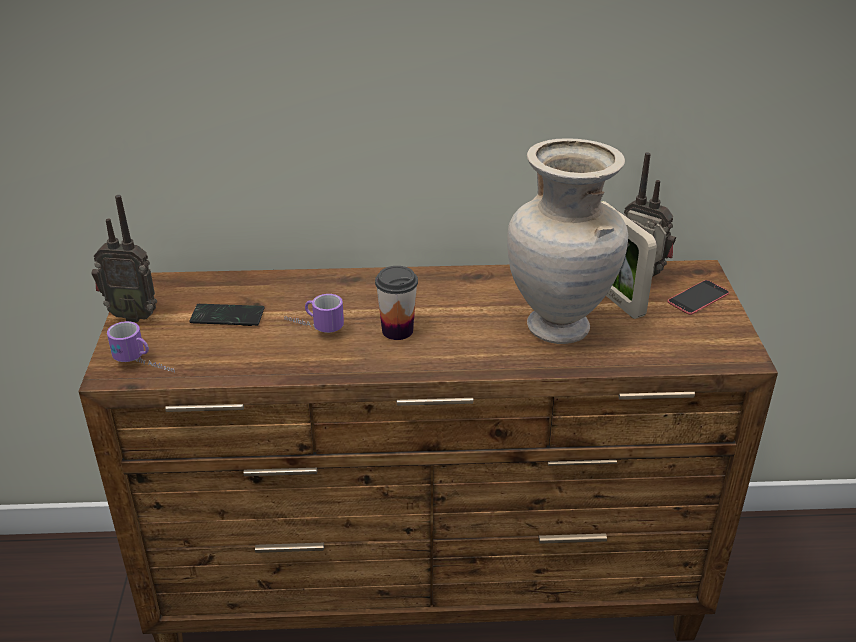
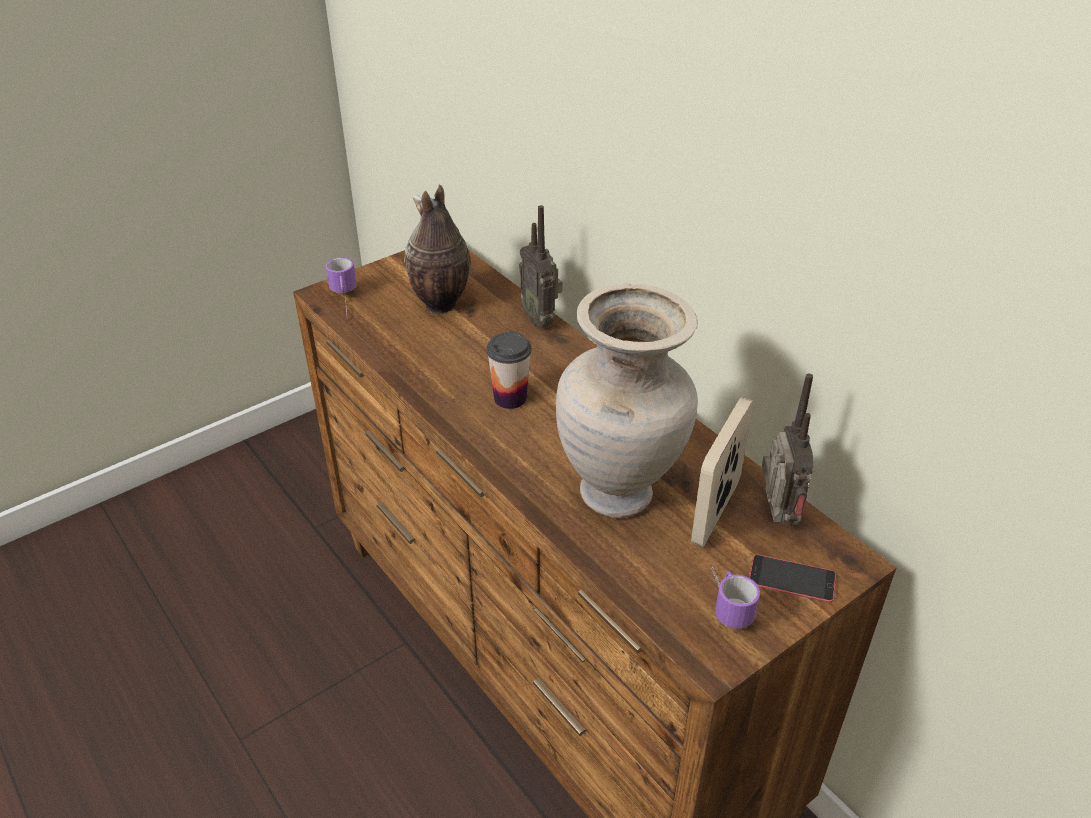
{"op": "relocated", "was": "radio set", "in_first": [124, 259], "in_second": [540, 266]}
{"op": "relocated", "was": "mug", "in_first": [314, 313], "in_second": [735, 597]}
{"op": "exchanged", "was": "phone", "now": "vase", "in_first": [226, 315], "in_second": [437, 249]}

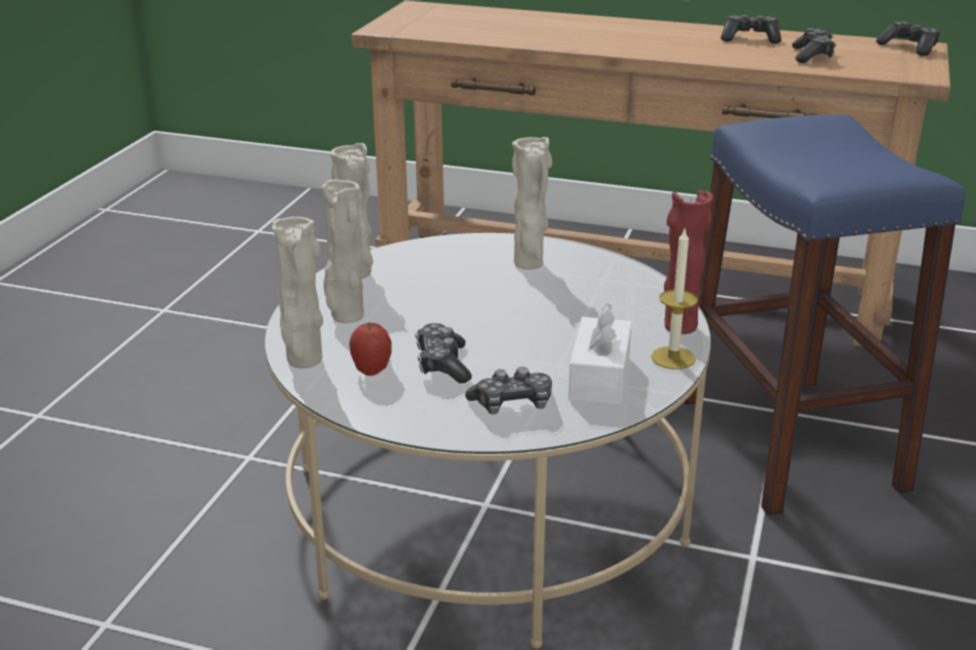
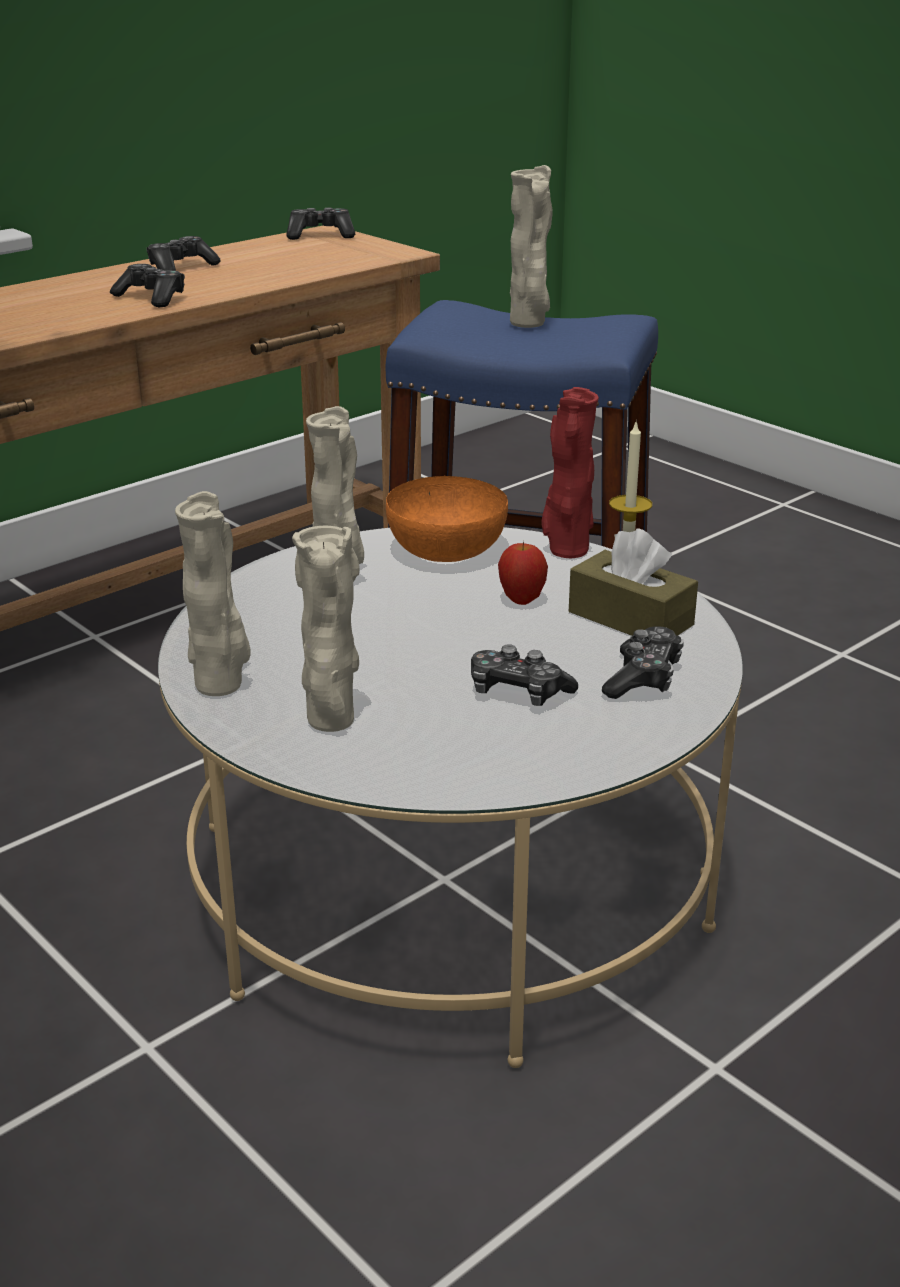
{"op": "relocated", "was": "gamepad", "in_first": [814, 45], "in_second": [147, 285]}
{"op": "relocated", "was": "beige vase", "in_first": [297, 293], "in_second": [531, 246]}
{"op": "colour", "was": "white-coloured tissue box", "now": "brownish tissue box", "in_first": [600, 354], "in_second": [633, 582]}
{"op": "relocated", "was": "apple fruit", "in_first": [370, 349], "in_second": [523, 573]}
{"op": "appeared", "now": "orange-coloured bowl", "in_second": [447, 519]}

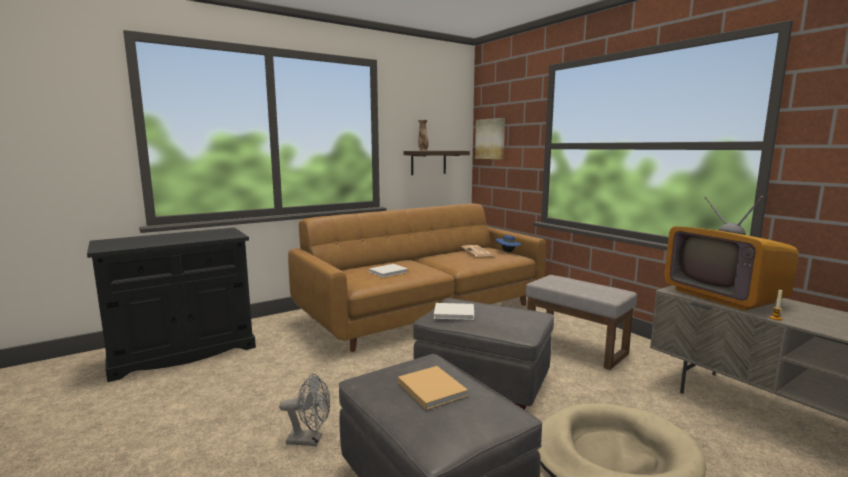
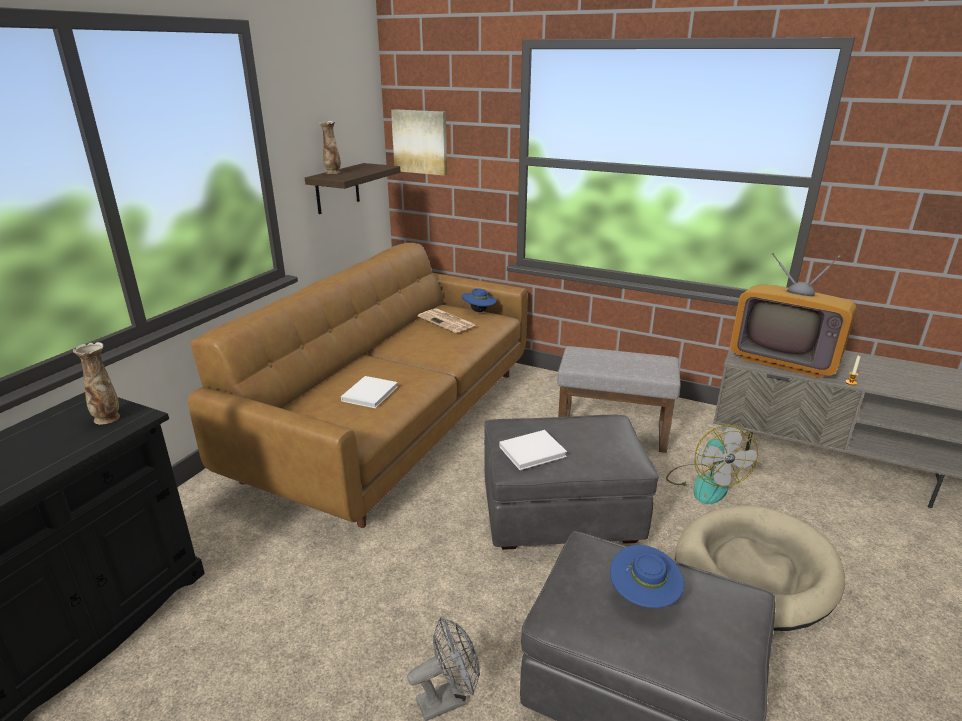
{"op": "exchanged", "was": "beige bound book", "now": "bluish hat", "in_first": [433, 388], "in_second": [647, 576]}
{"op": "appeared", "now": "vase", "in_second": [96, 383]}
{"op": "appeared", "now": "fan", "in_second": [712, 464]}

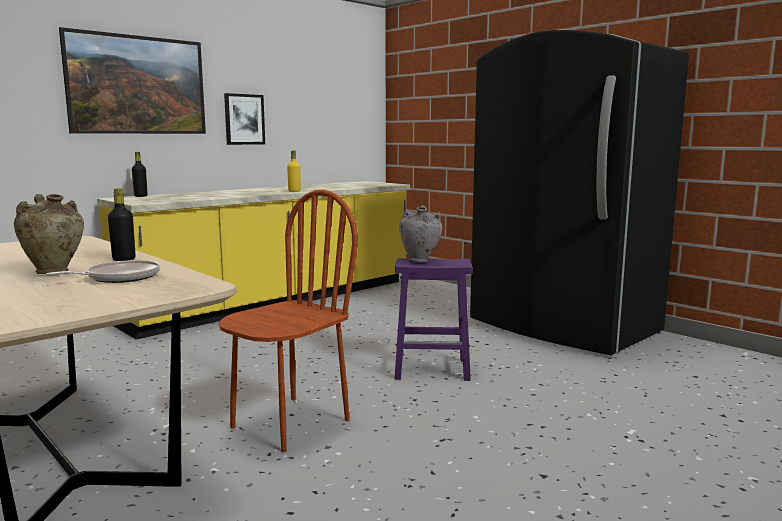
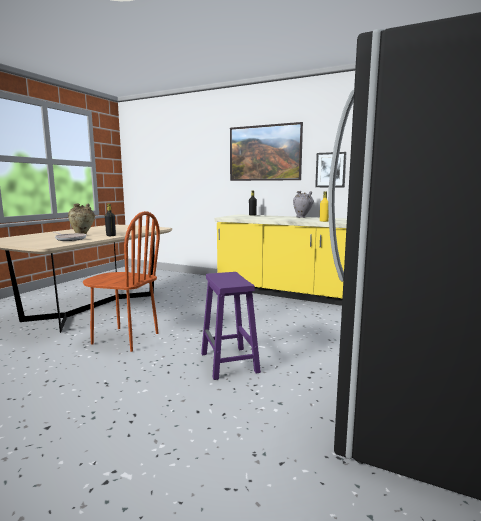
{"op": "relocated", "was": "gray vase", "in_first": [420, 233], "in_second": [303, 204]}

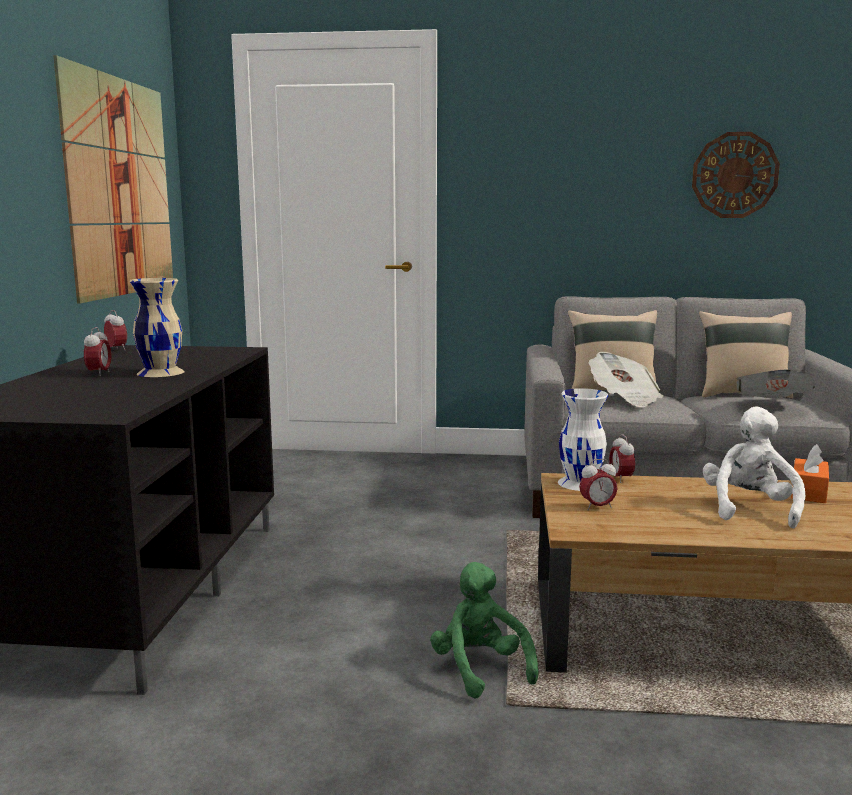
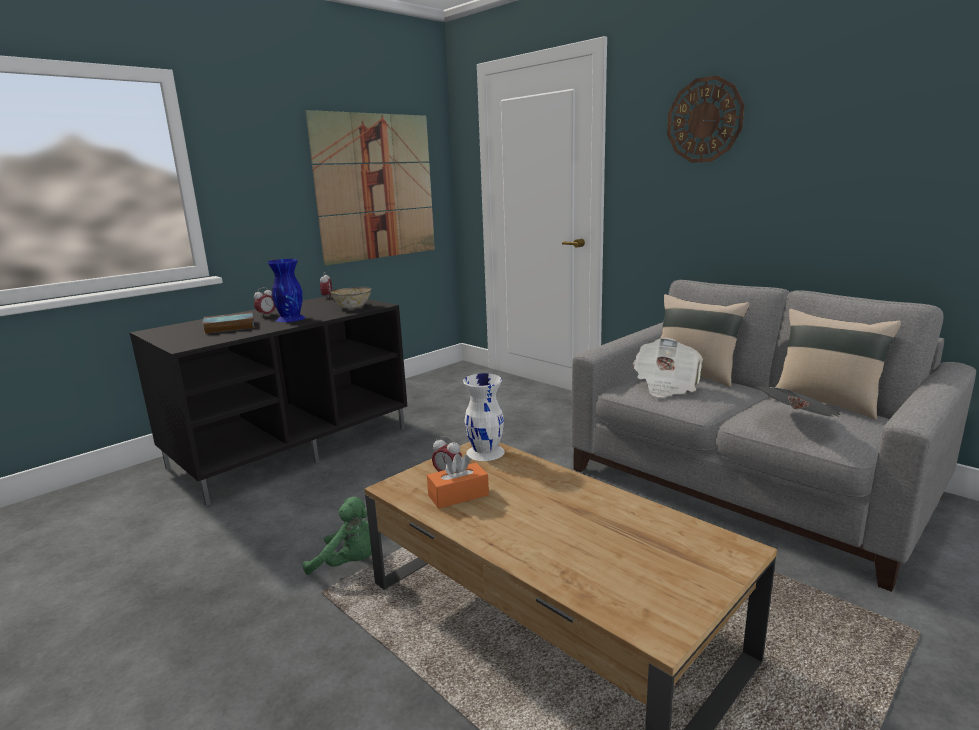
{"op": "relocated", "was": "clock on the wall", "in_first": [736, 175], "in_second": [706, 119]}
{"op": "colour", "was": "beige vase", "now": "bluish vase", "in_first": [157, 327], "in_second": [286, 290]}
{"op": "missing", "was": "white-coloured cuddly toy", "in_first": [754, 468]}
{"op": "missing", "was": "table clock", "in_first": [622, 458]}
{"op": "relocated", "was": "orange-coloured tissue box", "in_first": [810, 473], "in_second": [458, 481]}
{"op": "spun", "was": "green cuddly toy", "in_first": [484, 630], "in_second": [337, 536], "clockwise": 90}
{"op": "appeared", "now": "bowl", "in_second": [351, 297]}
{"op": "appeared", "now": "bound book", "in_second": [228, 323]}

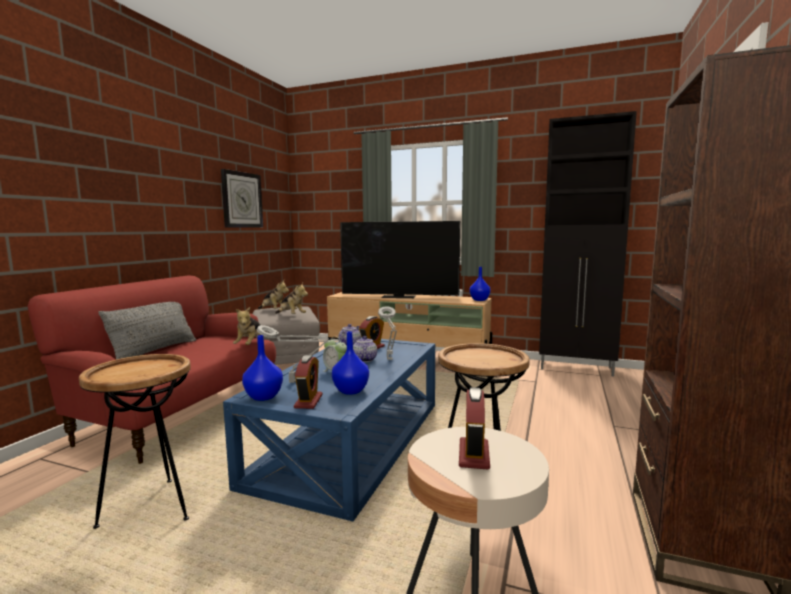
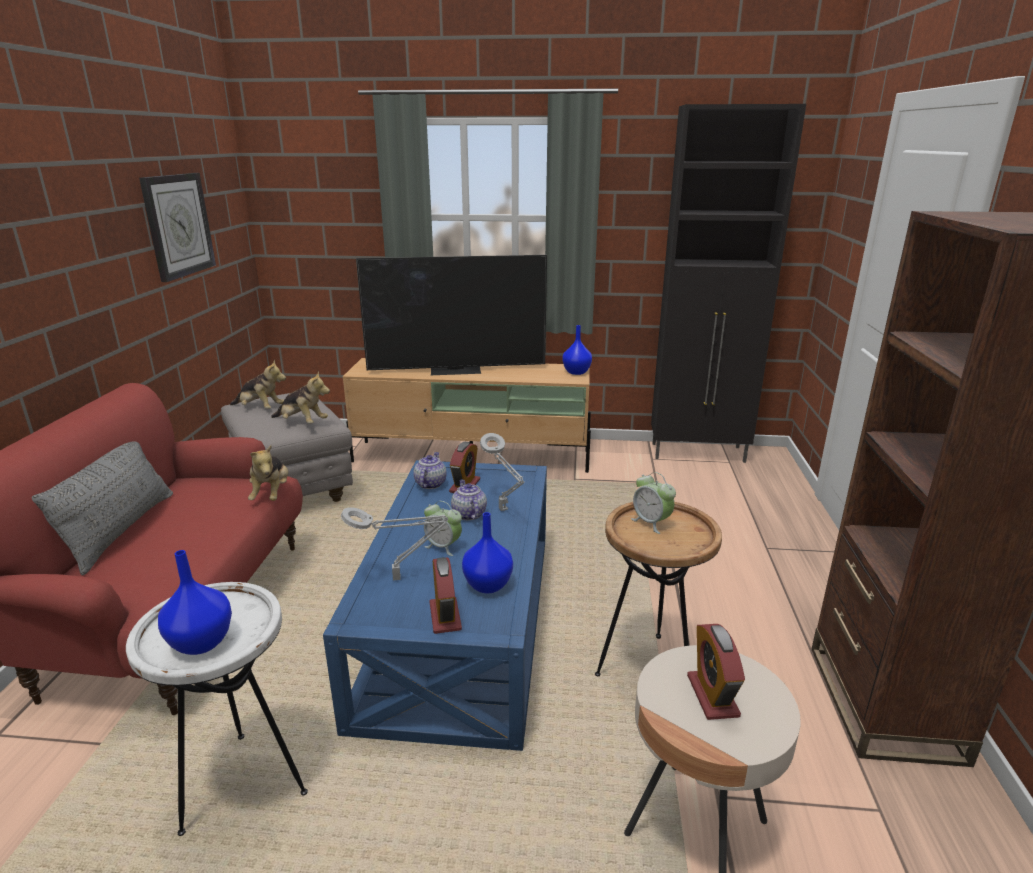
{"op": "relocated", "was": "bluish vase", "in_first": [262, 368], "in_second": [195, 602]}
{"op": "colour", "was": "brownish side table", "now": "white-coloured side table", "in_first": [135, 441], "in_second": [217, 709]}
{"op": "appeared", "now": "table clock", "in_second": [653, 503]}

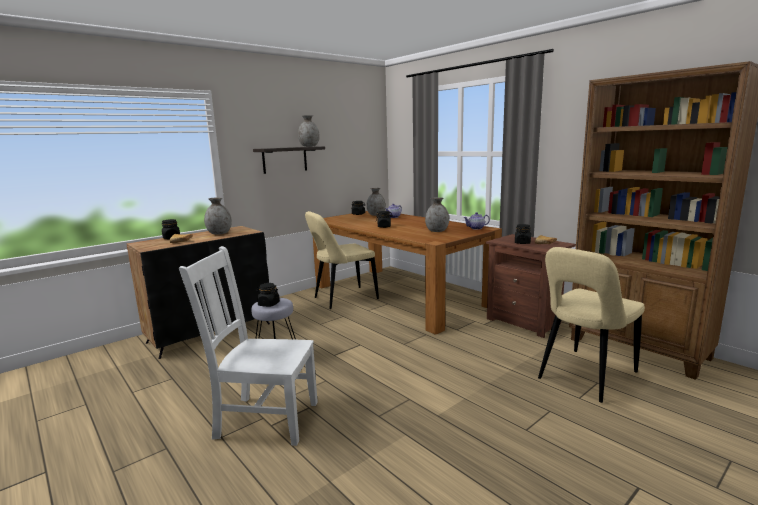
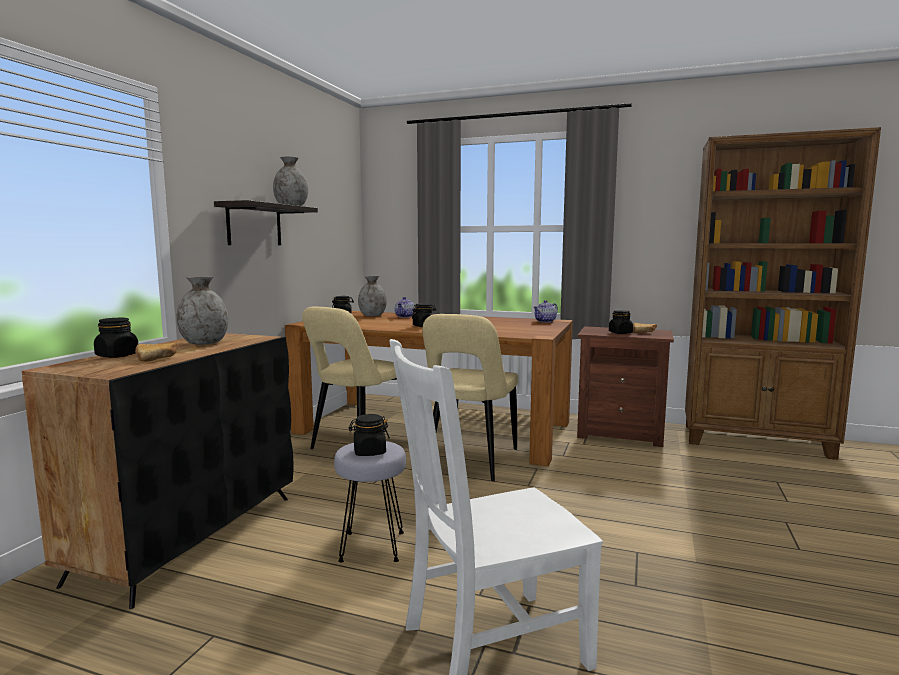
{"op": "missing", "was": "gray vase", "in_first": [437, 214]}
{"op": "relocated", "was": "beige plain chair", "in_first": [591, 325], "in_second": [470, 397]}

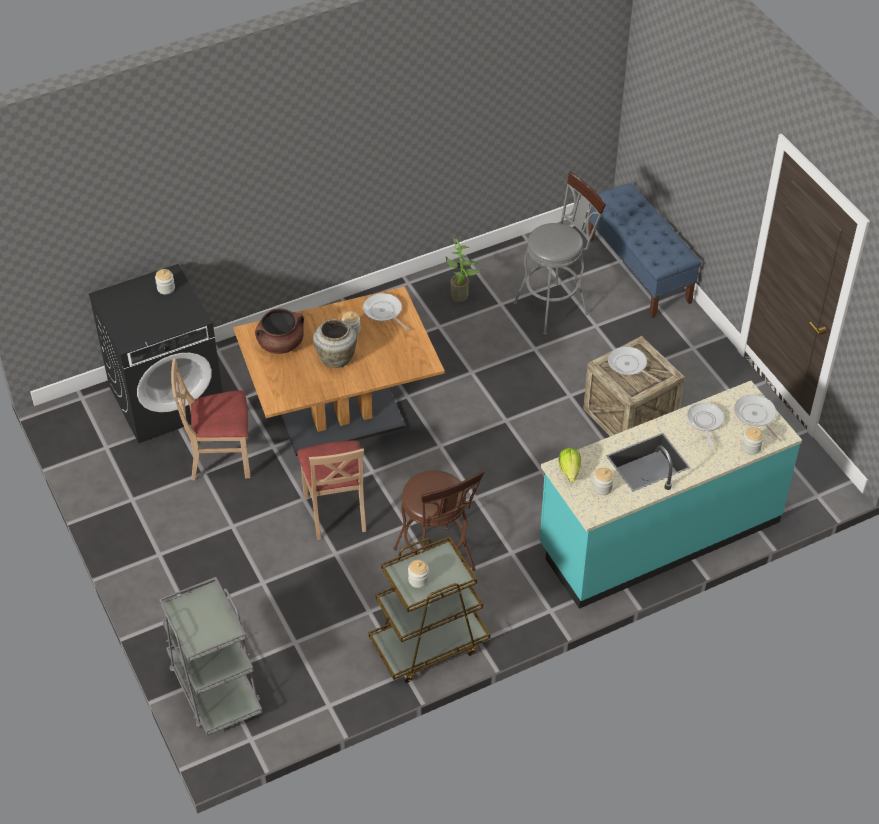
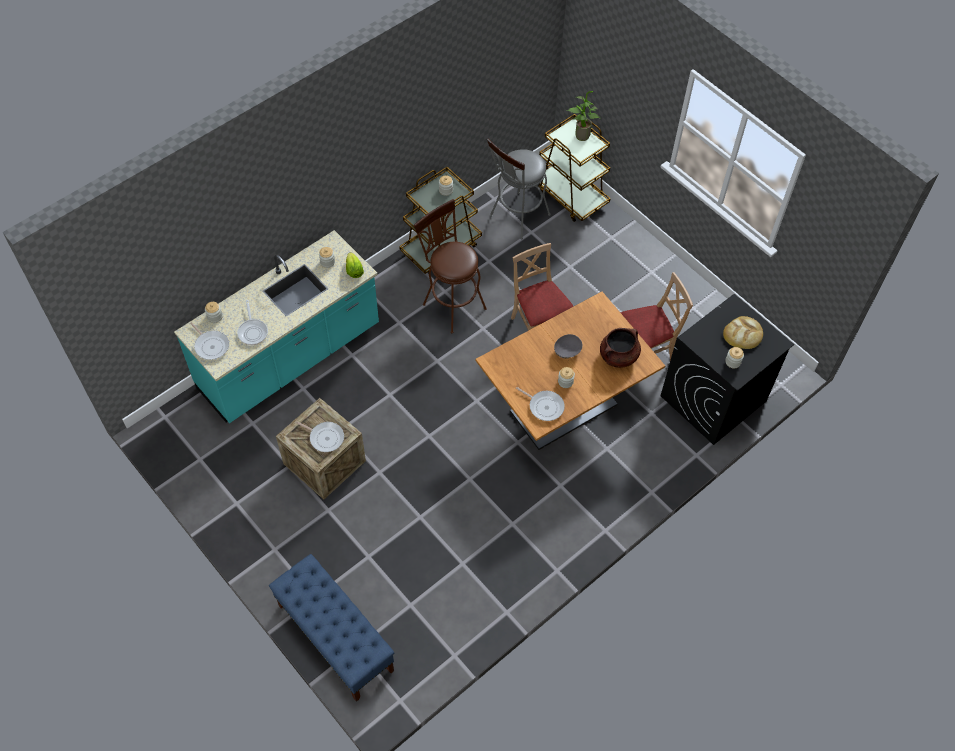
{"op": "relocated", "was": "gray stool seat", "in_first": [560, 253], "in_second": [519, 189]}
{"op": "relocated", "was": "houseplant", "in_first": [464, 270], "in_second": [583, 116]}
{"op": "exchanged", "was": "beige vase", "now": "gray bowl", "in_first": [335, 343], "in_second": [568, 346]}
{"op": "colour", "was": "gray cart", "now": "brownish cart", "in_first": [211, 656], "in_second": [575, 168]}
{"op": "appeared", "now": "bakery bread", "in_second": [743, 332]}

